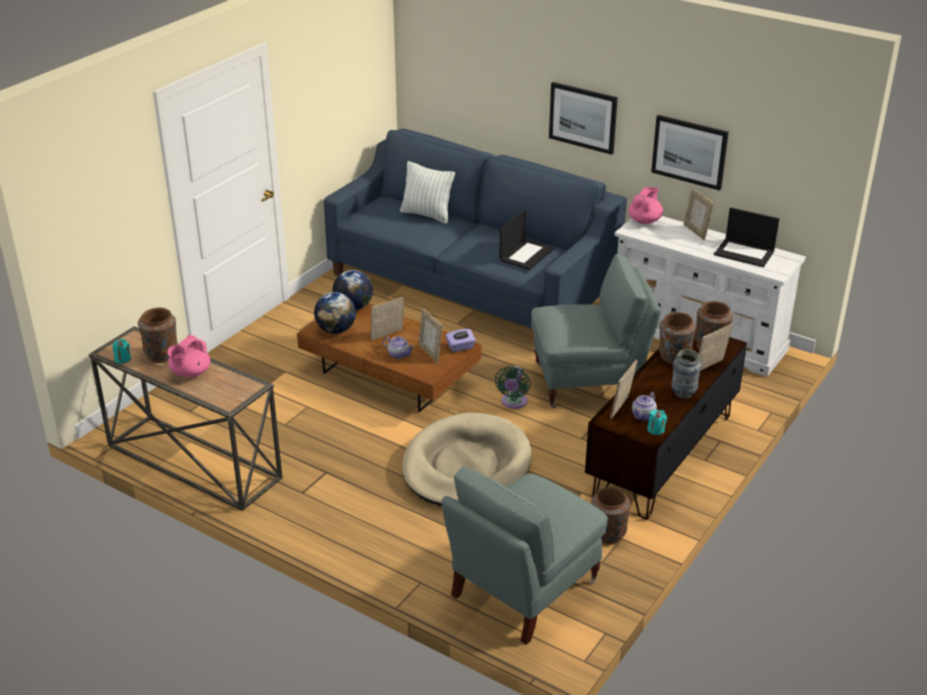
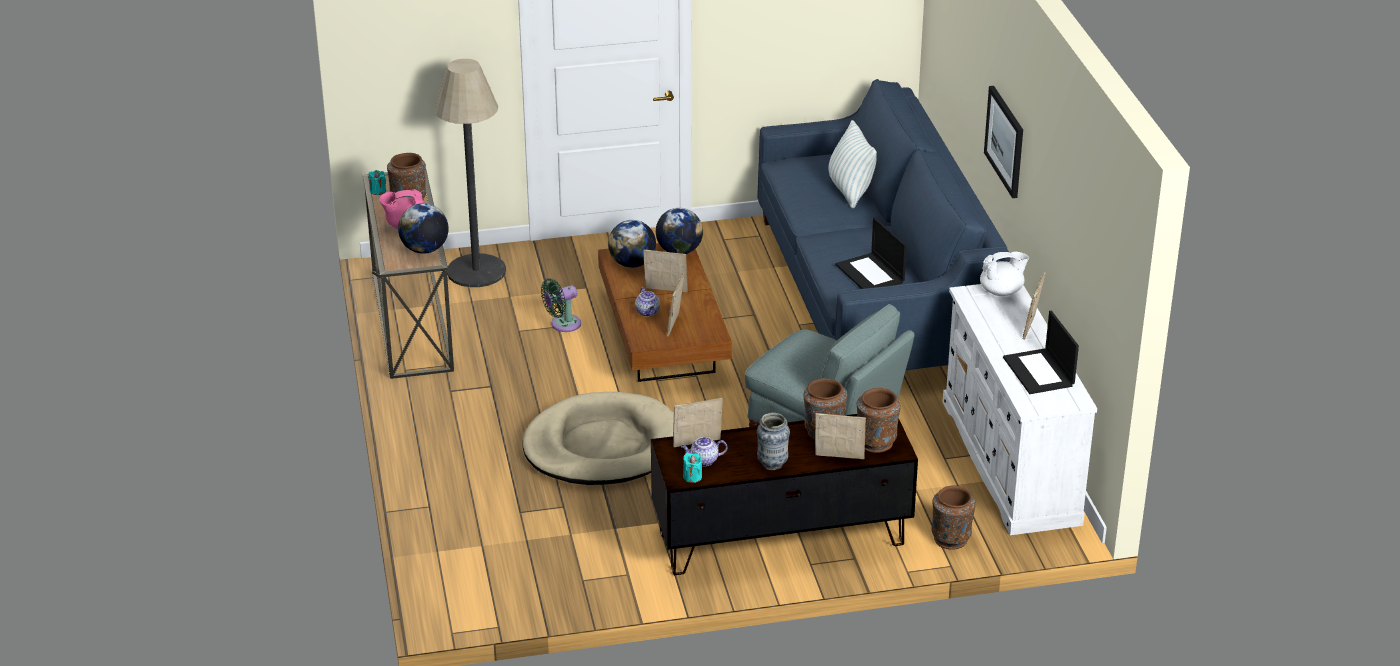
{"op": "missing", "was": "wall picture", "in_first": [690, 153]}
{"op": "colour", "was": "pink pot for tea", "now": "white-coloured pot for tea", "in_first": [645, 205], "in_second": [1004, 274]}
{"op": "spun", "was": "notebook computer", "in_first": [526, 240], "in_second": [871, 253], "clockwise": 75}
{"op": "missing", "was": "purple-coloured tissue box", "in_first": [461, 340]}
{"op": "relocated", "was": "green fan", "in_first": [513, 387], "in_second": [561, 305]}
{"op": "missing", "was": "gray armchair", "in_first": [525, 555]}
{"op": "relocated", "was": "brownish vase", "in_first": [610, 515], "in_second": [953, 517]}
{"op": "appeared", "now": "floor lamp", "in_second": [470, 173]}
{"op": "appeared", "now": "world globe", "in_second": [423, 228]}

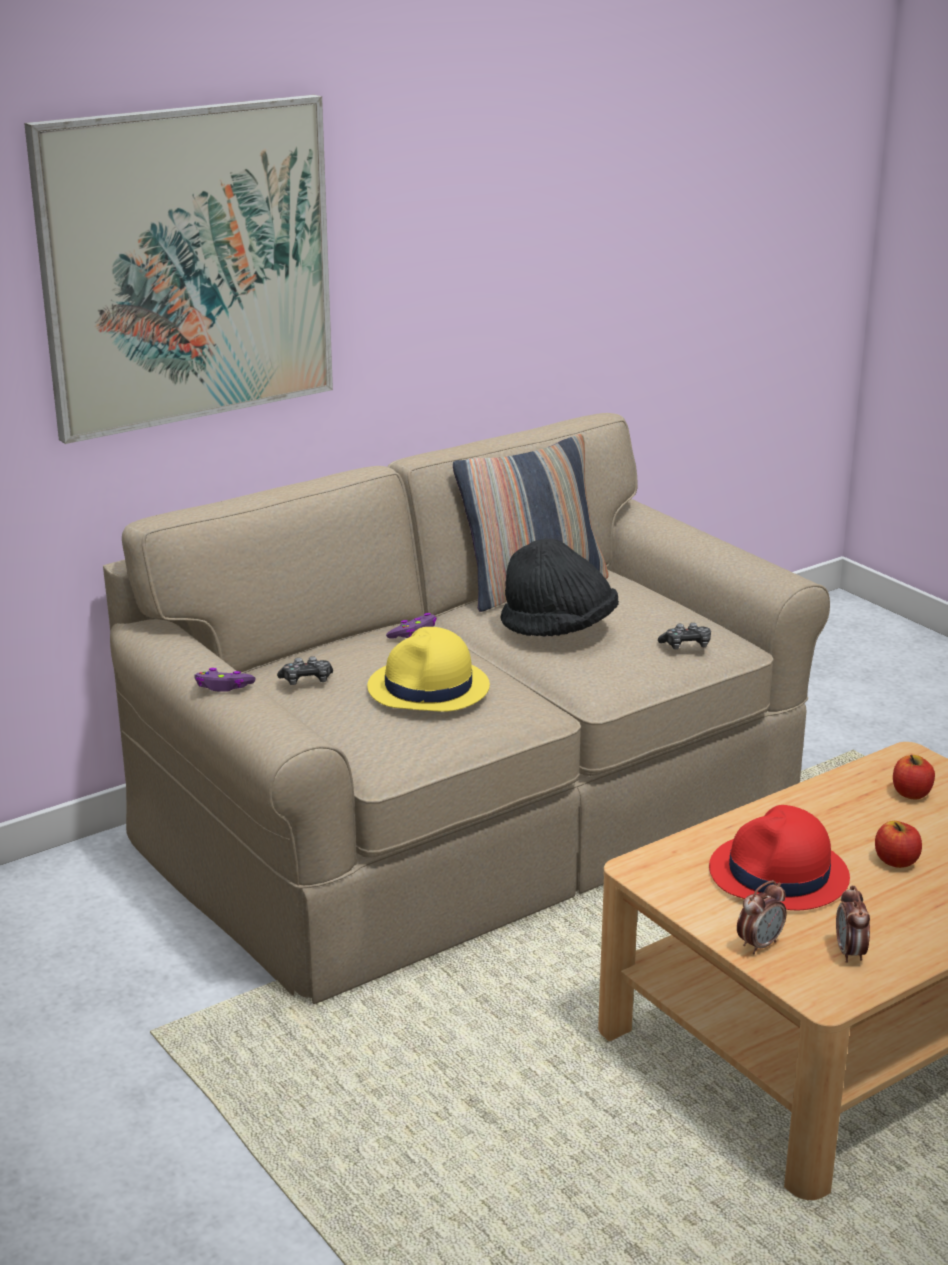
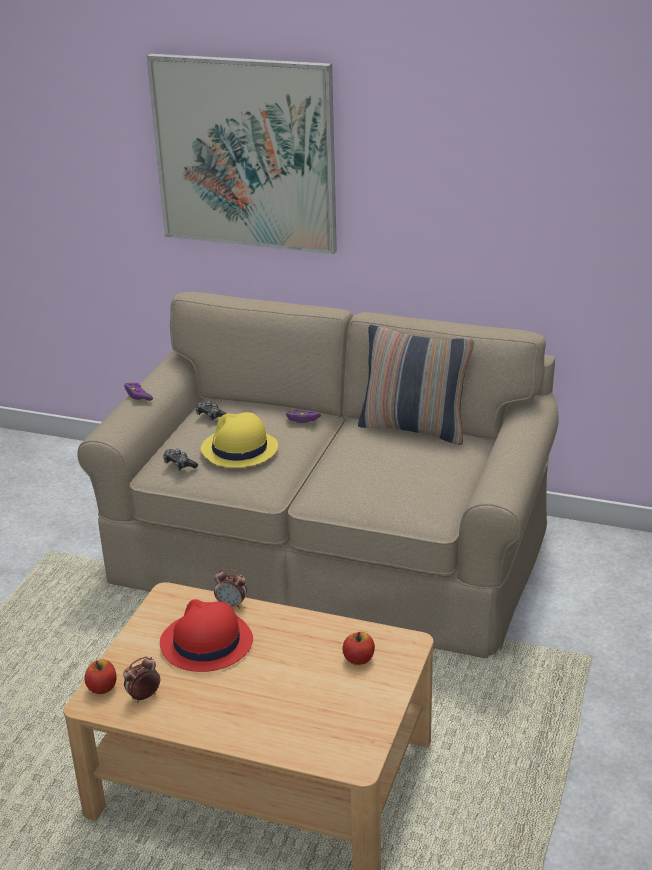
{"op": "missing", "was": "blackish hat", "in_first": [559, 587]}
{"op": "relocated", "was": "gamepad", "in_first": [684, 636], "in_second": [180, 459]}
{"op": "relocated", "was": "apple fruit", "in_first": [898, 844], "in_second": [101, 677]}
{"op": "relocated", "was": "table clock", "in_first": [762, 917], "in_second": [230, 589]}

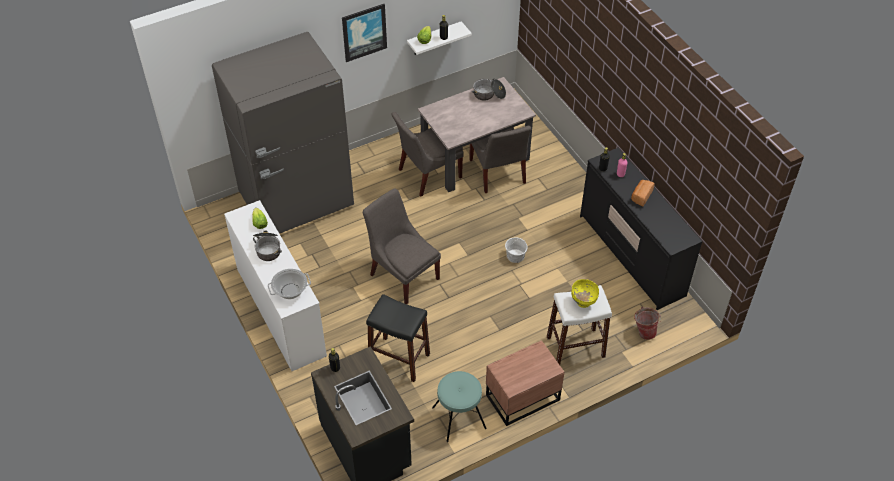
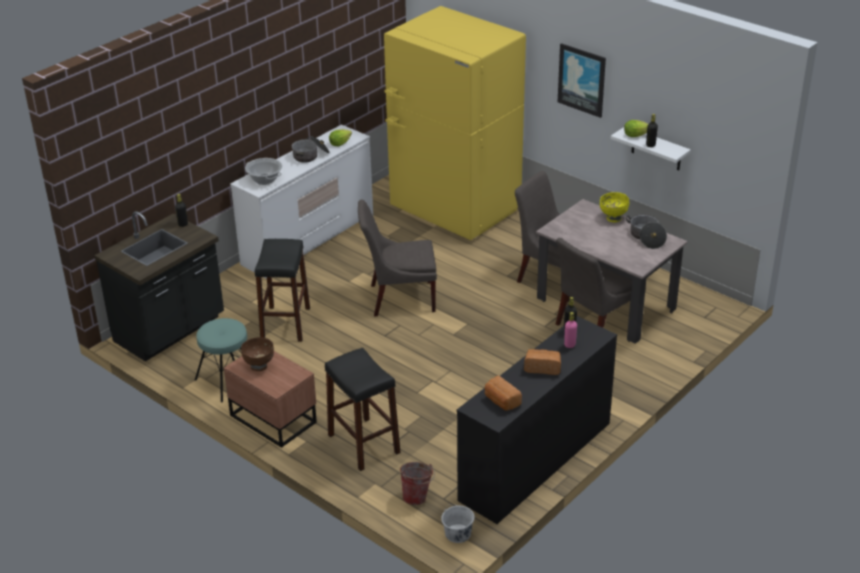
{"op": "colour", "was": "gray kitchen fridge", "now": "yellow-coloured kitchen fridge", "in_first": [283, 133], "in_second": [455, 123]}
{"op": "spun", "was": "gray plain chair", "in_first": [402, 246], "in_second": [397, 258], "clockwise": -120}
{"op": "relocated", "was": "white-coloured water bucket", "in_first": [516, 250], "in_second": [458, 523]}
{"op": "relocated", "was": "yellow-coloured bowl", "in_first": [585, 293], "in_second": [614, 207]}
{"op": "colour", "was": "white-coloured stool seat", "now": "blackish stool seat", "in_first": [579, 325], "in_second": [363, 409]}
{"op": "appeared", "now": "brownish bowl", "in_second": [257, 354]}
{"op": "appeared", "now": "bakery bread", "in_second": [503, 393]}

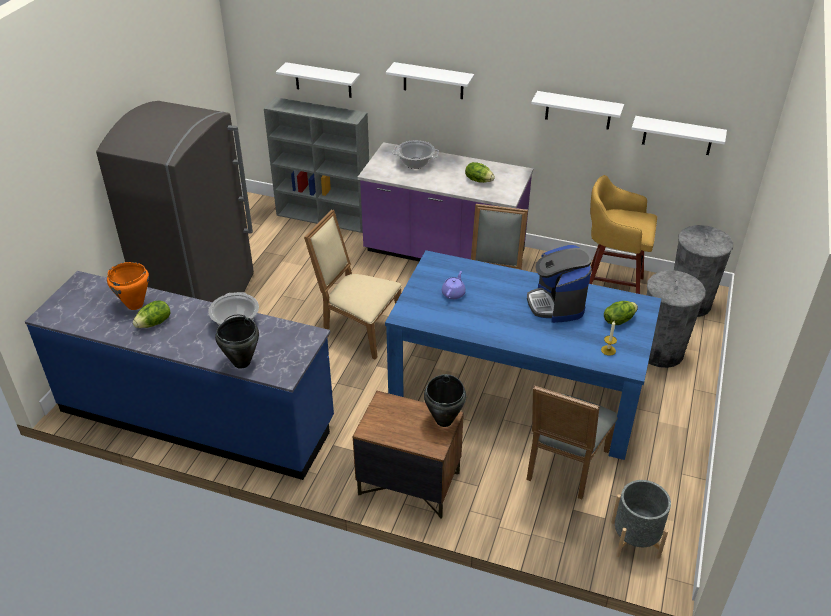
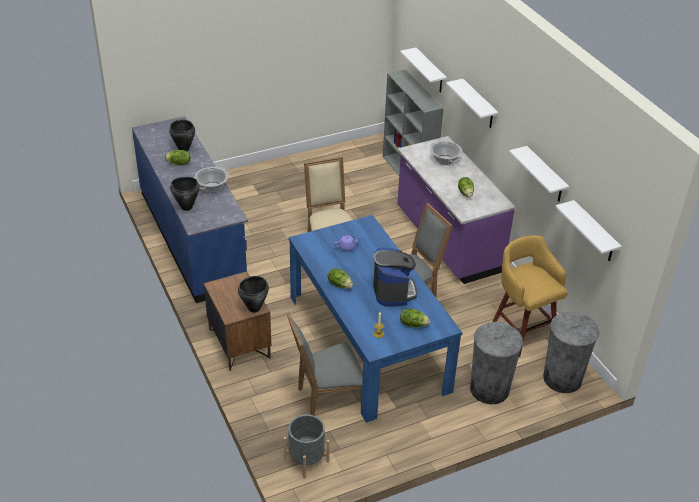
{"op": "missing", "was": "gray kitchen fridge", "in_first": [175, 201]}
{"op": "spun", "was": "coffee maker", "in_first": [559, 284], "in_second": [395, 276], "clockwise": 135}
{"op": "colour", "was": "orange-coloured stockpot", "now": "blackish stockpot", "in_first": [128, 286], "in_second": [182, 135]}
{"op": "appeared", "now": "lettuce", "in_second": [340, 278]}

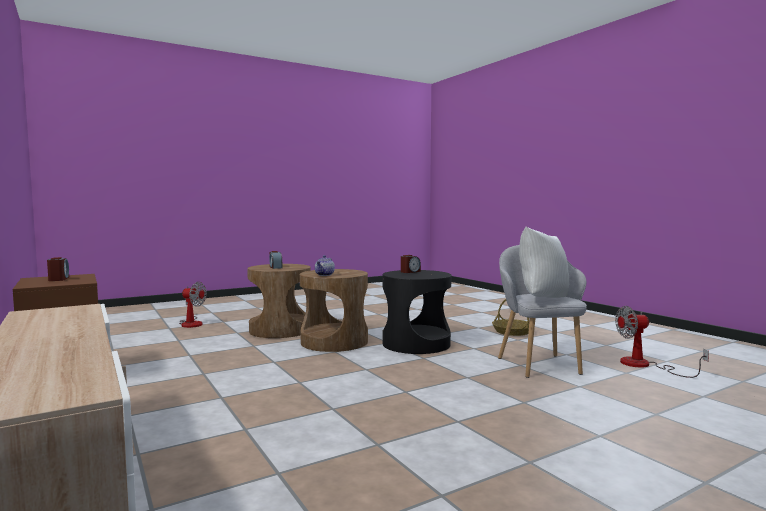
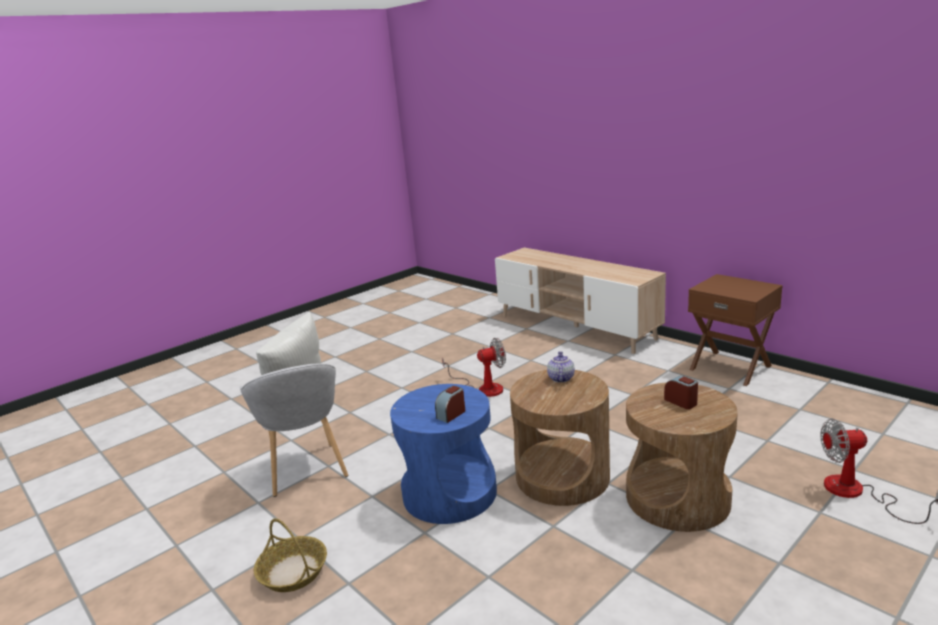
{"op": "missing", "was": "table clock", "in_first": [58, 269]}
{"op": "colour", "was": "blackish side table", "now": "bluish side table", "in_first": [417, 312], "in_second": [443, 454]}
{"op": "relocated", "was": "fan", "in_first": [662, 342], "in_second": [474, 367]}

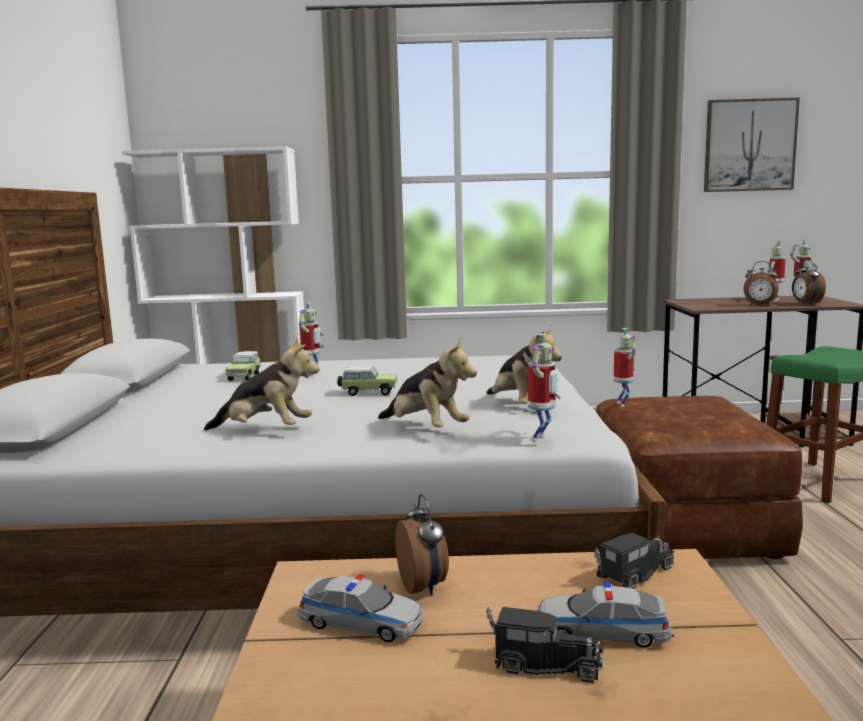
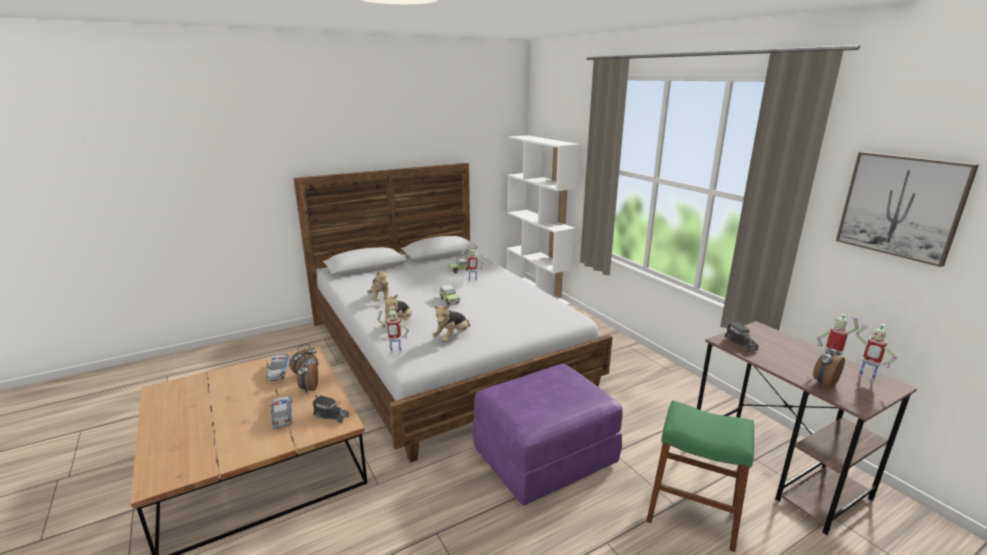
{"op": "relocated", "was": "table clock", "in_first": [761, 283], "in_second": [307, 374]}
{"op": "missing", "was": "toy robot", "in_first": [626, 367]}
{"op": "colour", "was": "brownish footrest", "now": "purple-coloured footrest", "in_first": [699, 477], "in_second": [547, 435]}
{"op": "relocated", "was": "toy truck", "in_first": [545, 644], "in_second": [742, 336]}

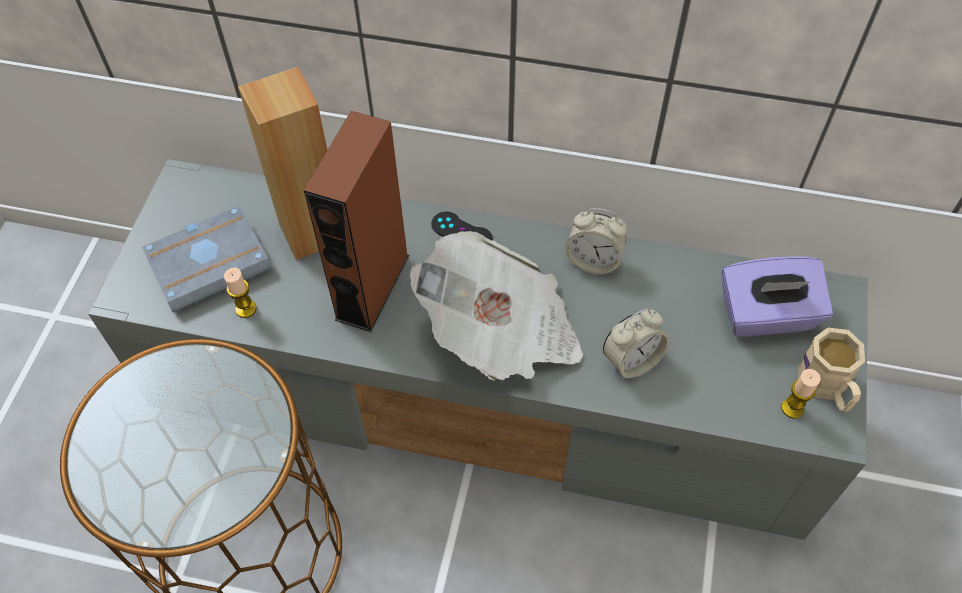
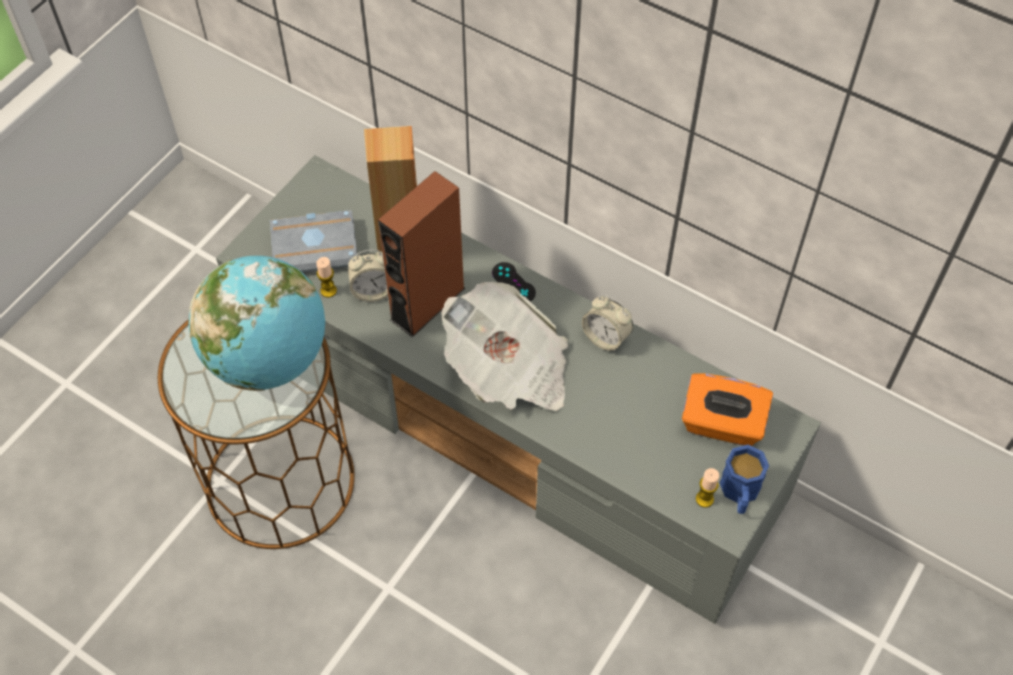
{"op": "colour", "was": "purple-coloured tissue box", "now": "orange-coloured tissue box", "in_first": [777, 296], "in_second": [727, 409]}
{"op": "relocated", "was": "table clock", "in_first": [636, 343], "in_second": [368, 276]}
{"op": "colour", "was": "beige mug", "now": "bluish mug", "in_first": [831, 369], "in_second": [744, 479]}
{"op": "appeared", "now": "world globe", "in_second": [257, 323]}

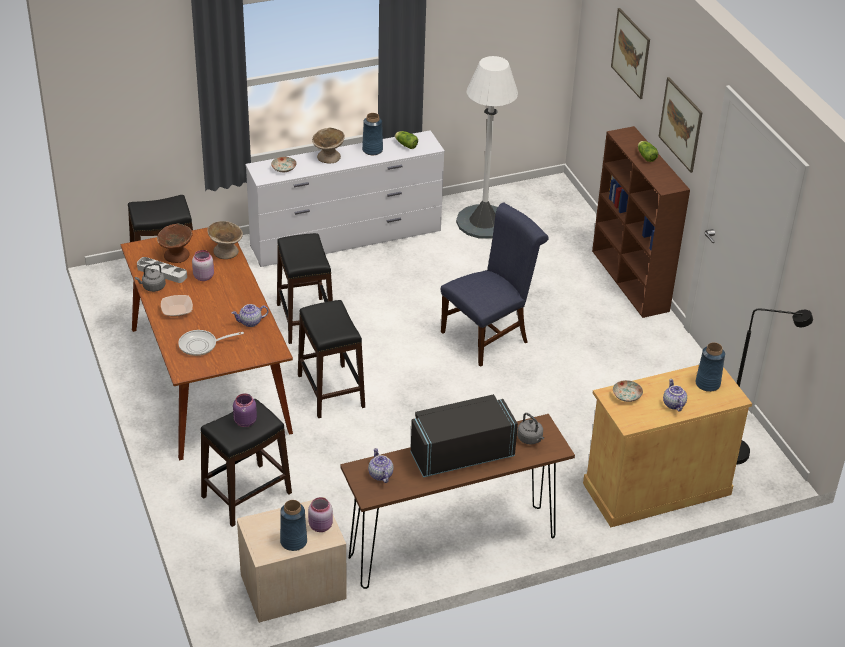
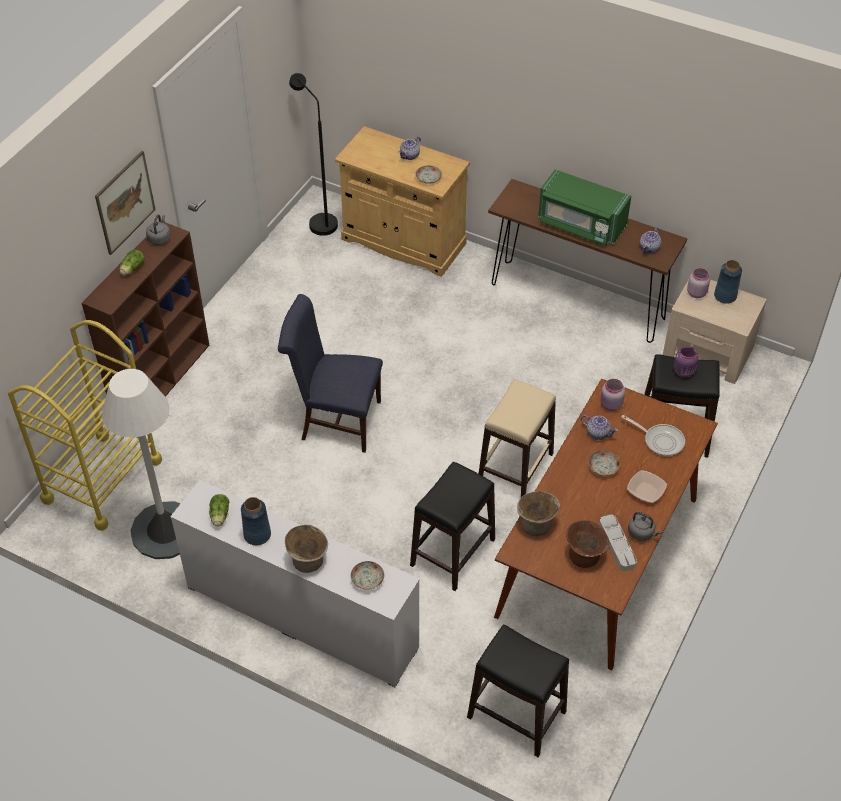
{"op": "missing", "was": "wall picture", "in_first": [630, 53]}
{"op": "relocated", "was": "pink storage jar", "in_first": [203, 265], "in_second": [612, 395]}
{"op": "colour", "was": "blackish stool seat", "now": "beige stool seat", "in_first": [331, 359], "in_second": [517, 438]}
{"op": "missing", "was": "bluish vase", "in_first": [710, 367]}
{"op": "colour", "was": "blackish microwave oven", "now": "green microwave oven", "in_first": [464, 436], "in_second": [584, 207]}
{"op": "relocated", "was": "gray kettle", "in_first": [530, 429], "in_second": [158, 229]}
{"op": "appeared", "now": "yellow-coloured cart", "in_second": [85, 425]}
{"op": "appeared", "now": "flat dish", "in_second": [604, 463]}

